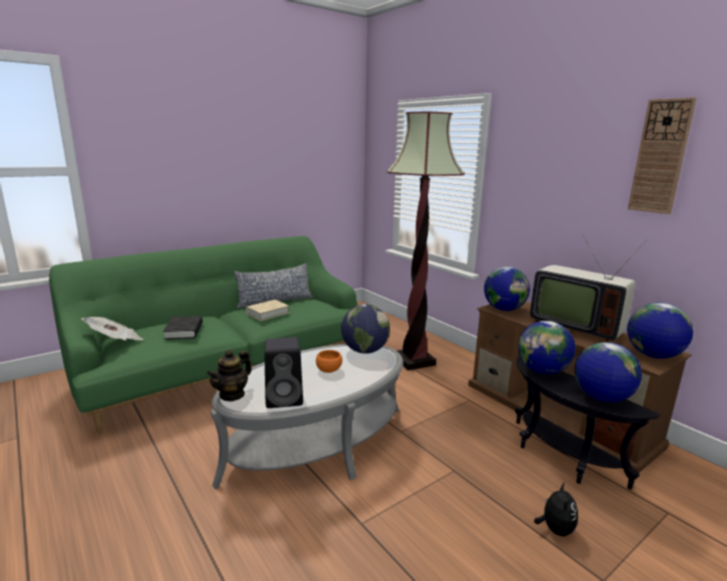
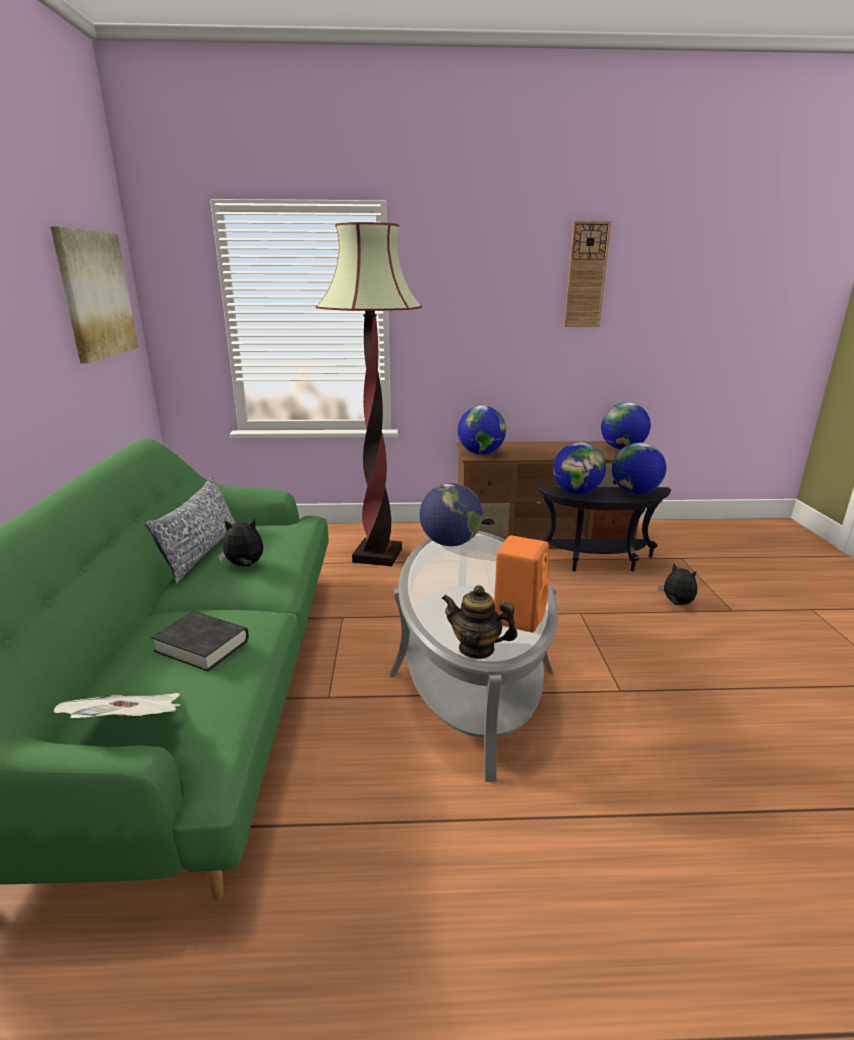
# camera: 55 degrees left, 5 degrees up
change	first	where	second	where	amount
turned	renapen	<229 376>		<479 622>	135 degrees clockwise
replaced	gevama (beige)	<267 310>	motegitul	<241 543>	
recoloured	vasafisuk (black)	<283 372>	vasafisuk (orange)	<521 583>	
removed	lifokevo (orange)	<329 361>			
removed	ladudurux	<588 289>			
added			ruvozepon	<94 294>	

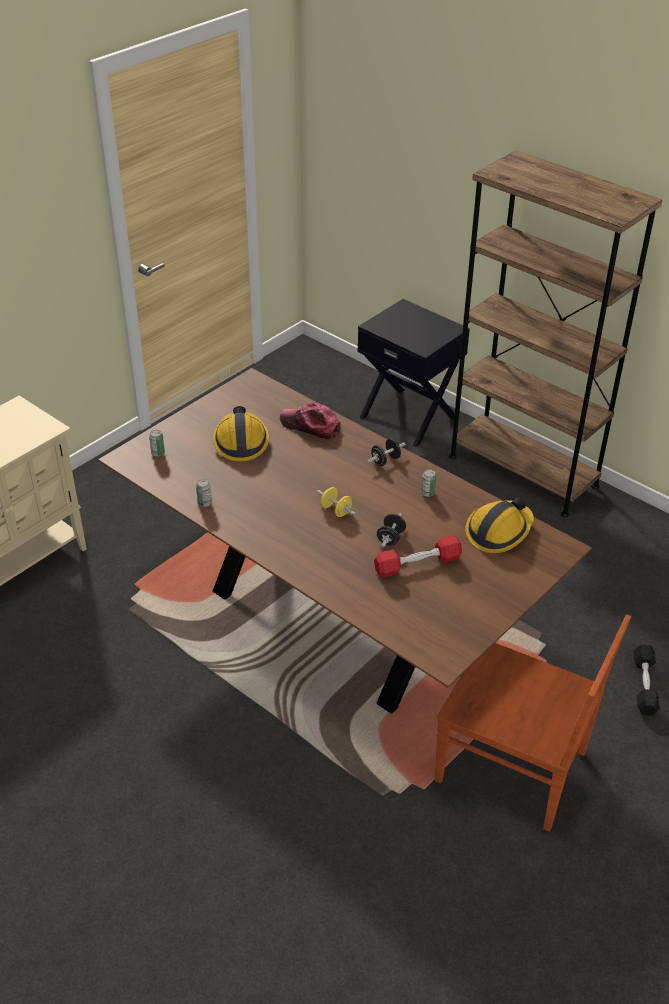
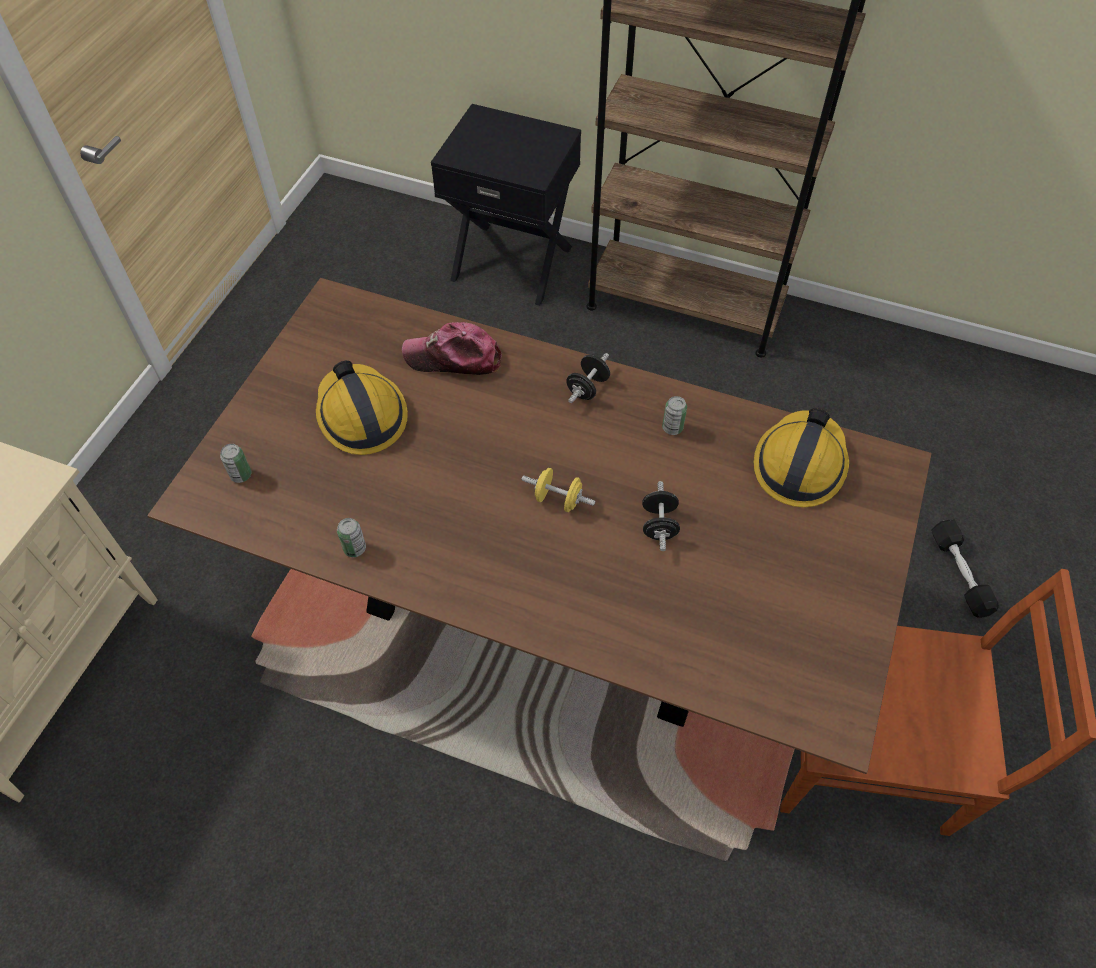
# camera: 20 degrees left, 15 degrees up
change	first	where	second	where	amount
removed	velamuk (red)	<418 556>			

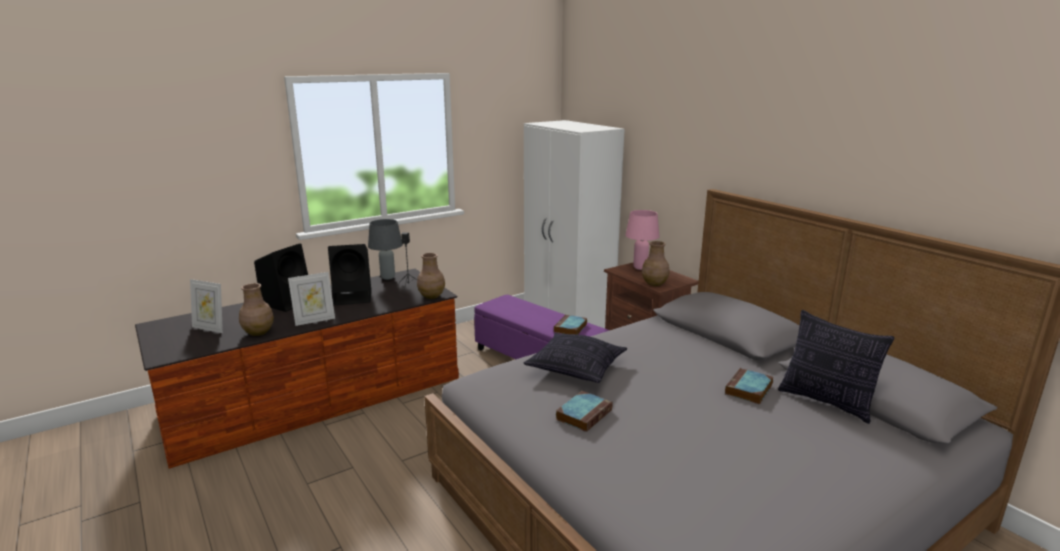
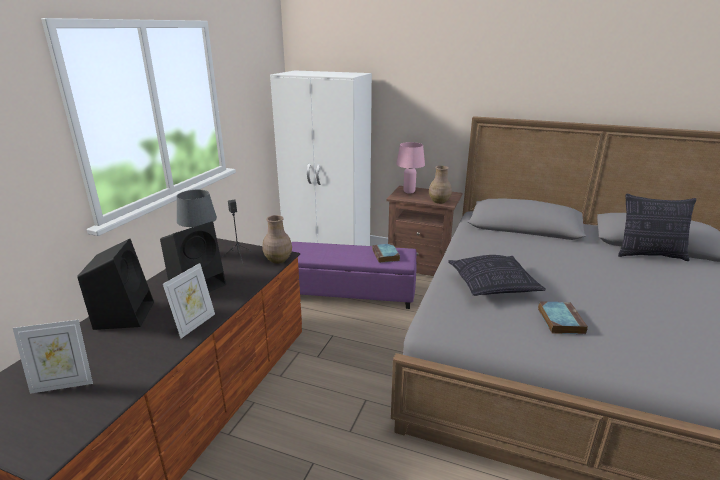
# camera: 35 degrees left, 5 degrees up
change	first	where	second	where	amount
removed	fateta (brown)	<256 309>			
removed	gevama	<749 386>			

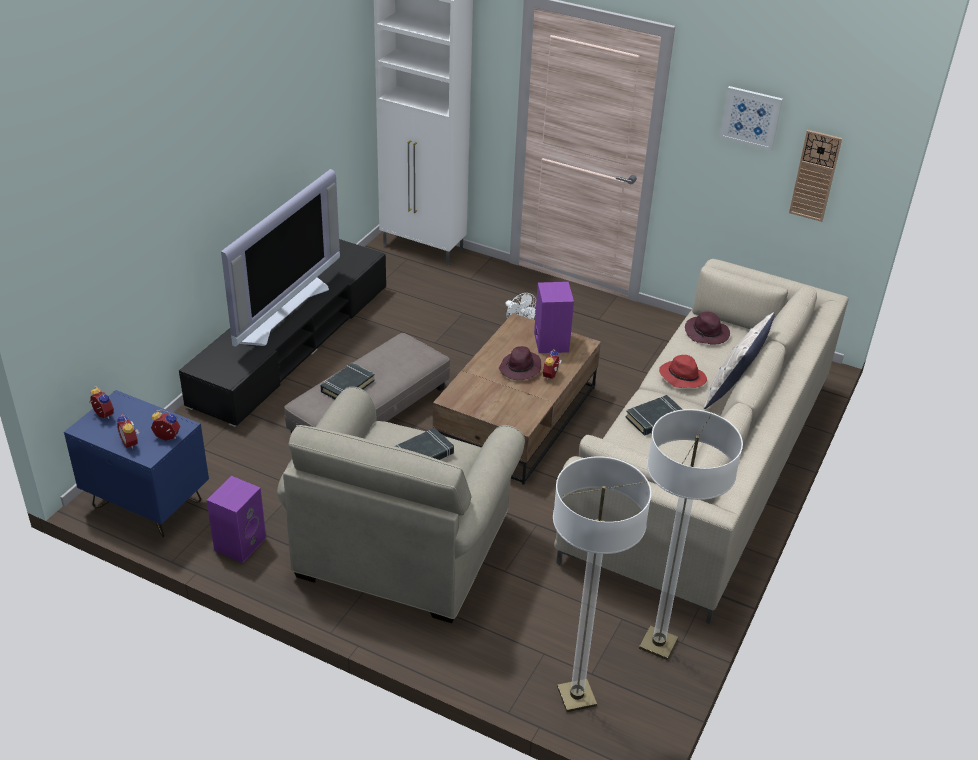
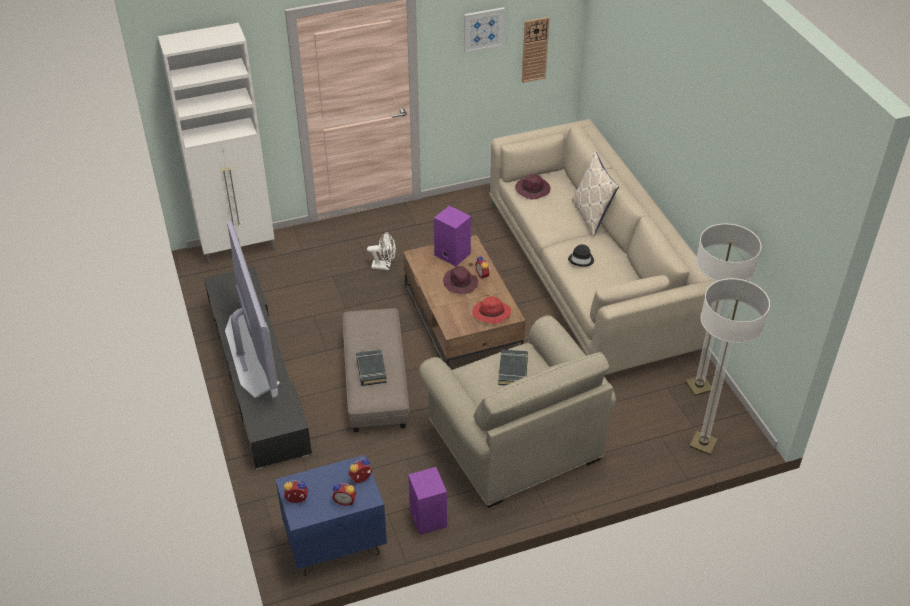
# camera: 45 degrees left, 5 degrees up
change	first	where	second	where	amount
replaced	gevama (black)	<654 415>	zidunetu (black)	<581 255>	
moved	zidunetu (red)	<683 371>		<491 310>	

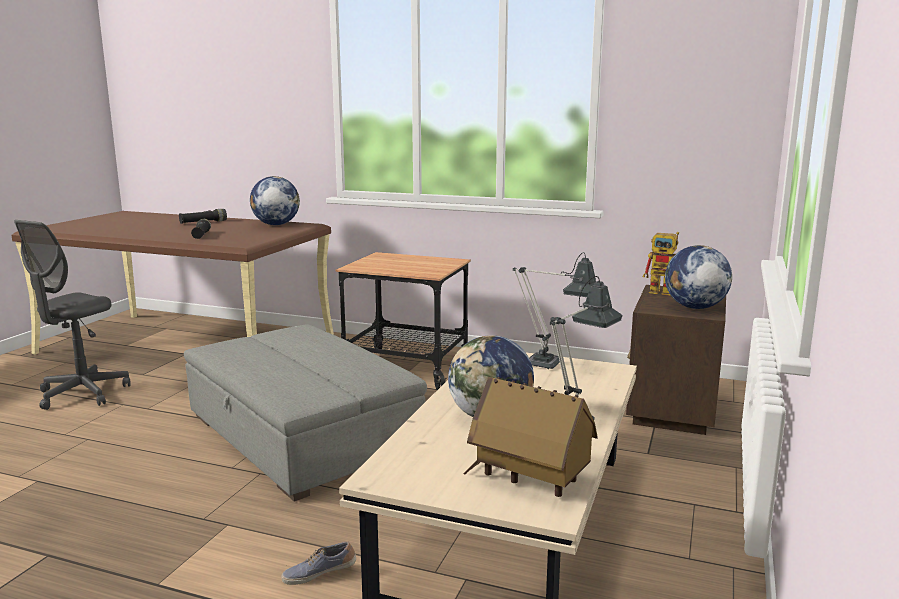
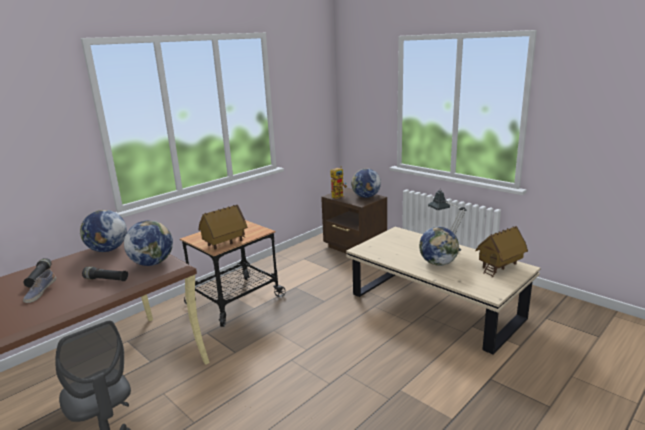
# camera: 65 degrees left, 5 degrees up
change	first	where	second	where	amount
removed	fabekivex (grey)	<305 412>			
moved	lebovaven	<318 563>		<39 286>	
removed	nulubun	<555 310>			
added			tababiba	<148 243>	
added			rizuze	<223 227>	

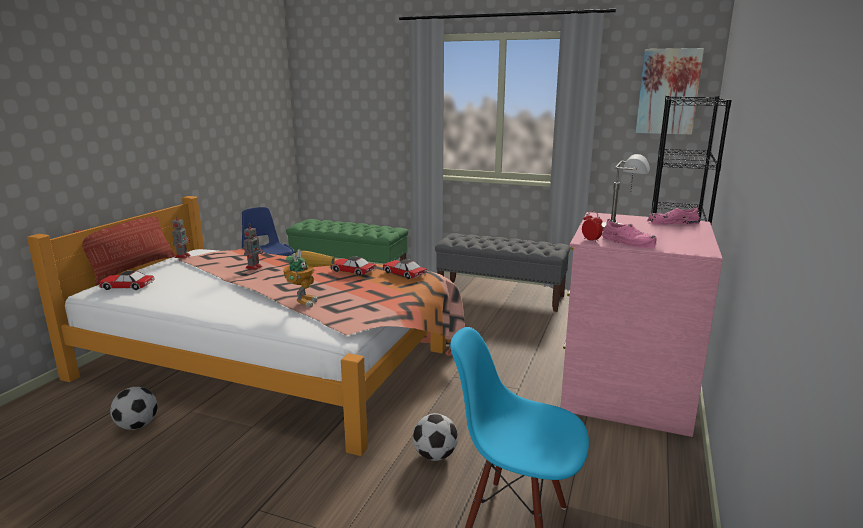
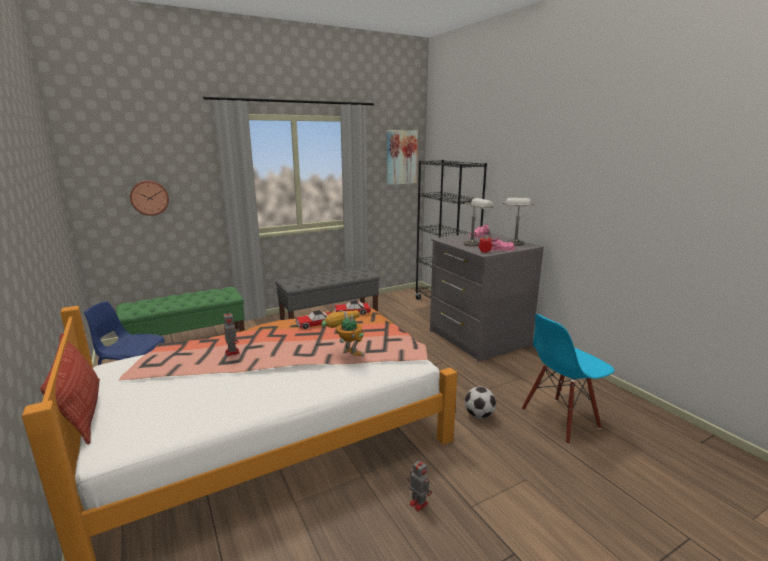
# camera: 50 degrees left, 0 degrees up
change	first	where	second	where	amount
removed	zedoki	<126 280>			
removed	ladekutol	<134 408>			
moved	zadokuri	<181 236>		<419 485>	
recoloured	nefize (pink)	<641 324>	nefize (grey)	<487 297>	
added			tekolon	<149 198>	
added			nulubun (grey)	<518 222>	

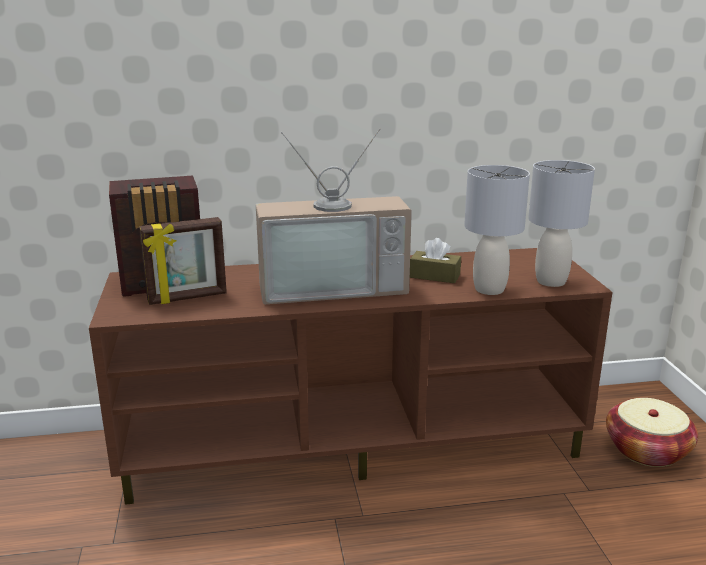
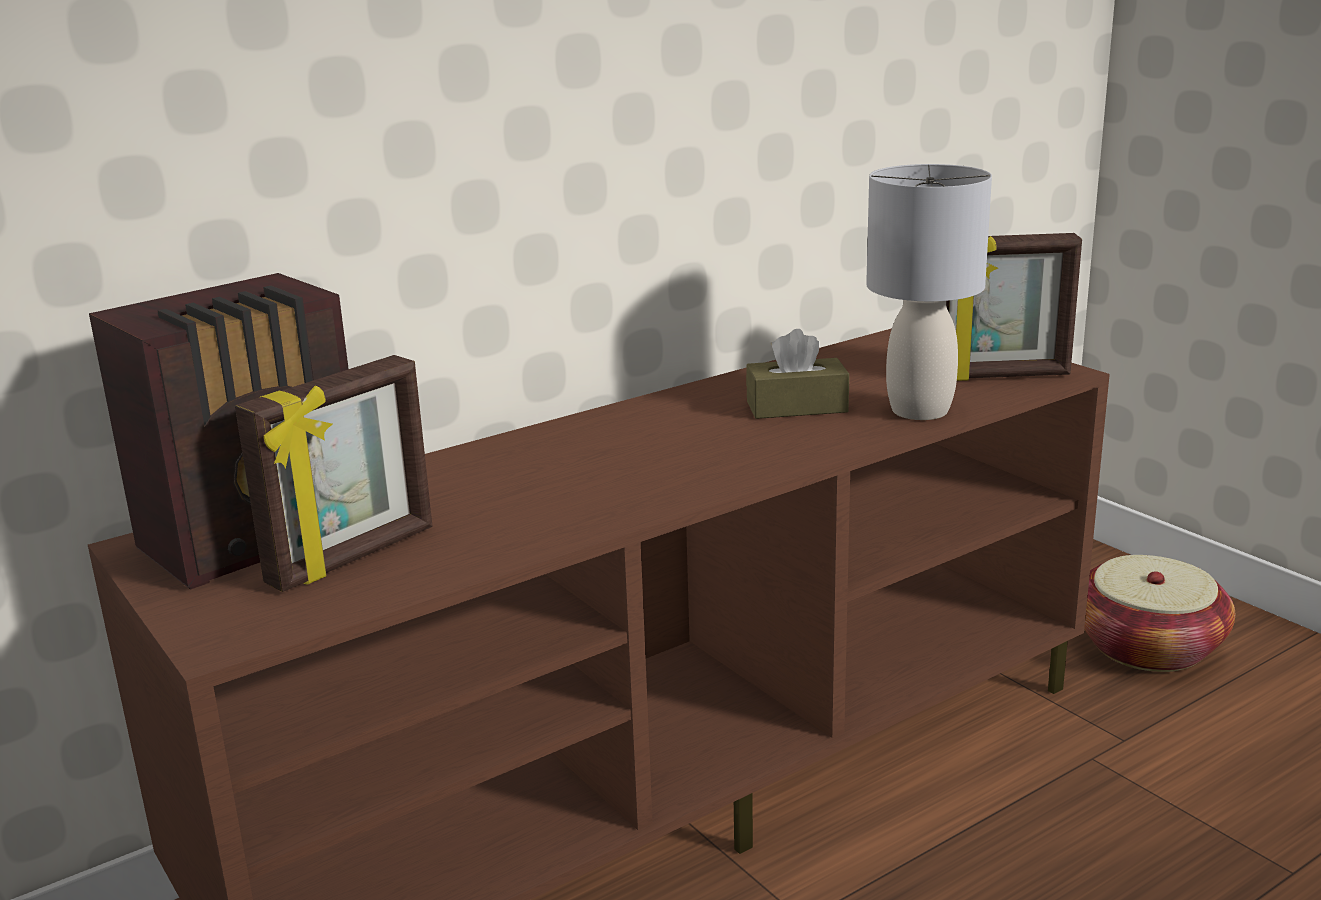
# camera: 25 degrees left, 0 degrees up
change	first	where	second	where	amount
removed	ladudurux	<334 216>			
replaced	nulubun (grey)	<561 223>	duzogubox	<1014 307>	

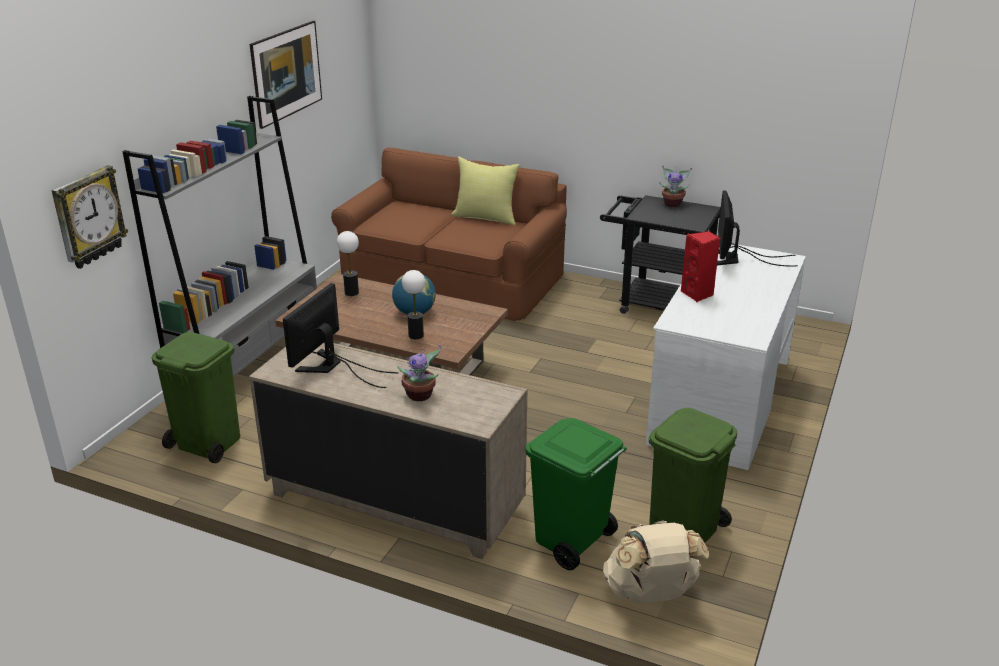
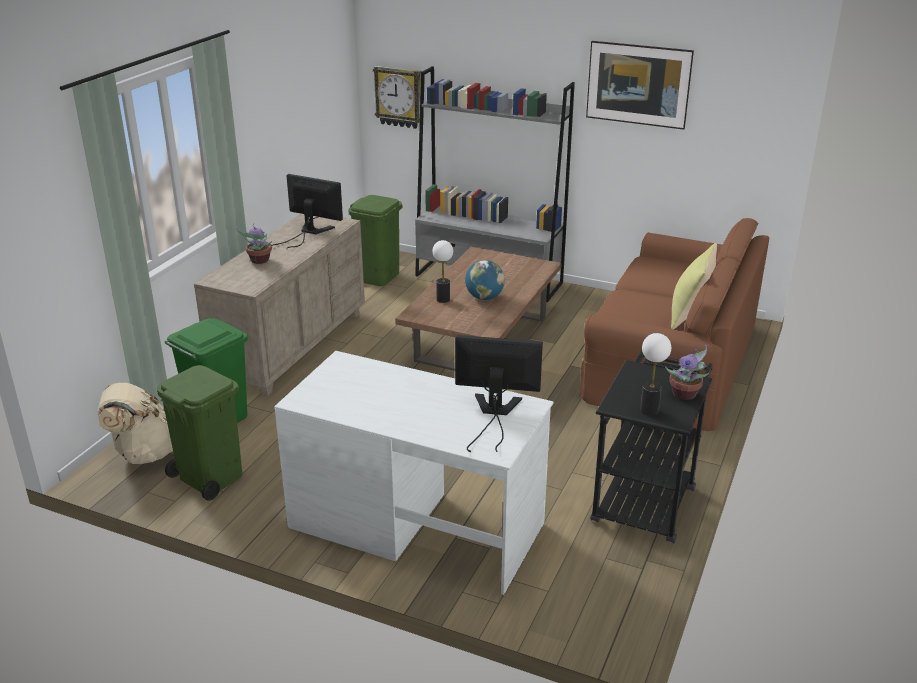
# camera: 90 degrees right, 0 degrees up
change	first	where	second	where	amount
moved	nulubun	<348 263>		<655 374>	
removed	vasafisuk (red)	<700 266>			

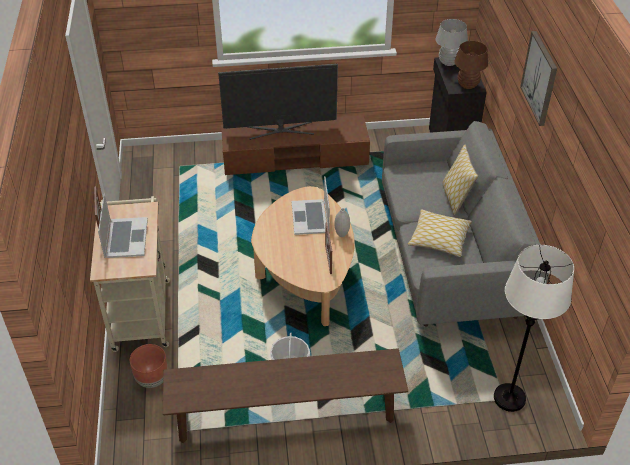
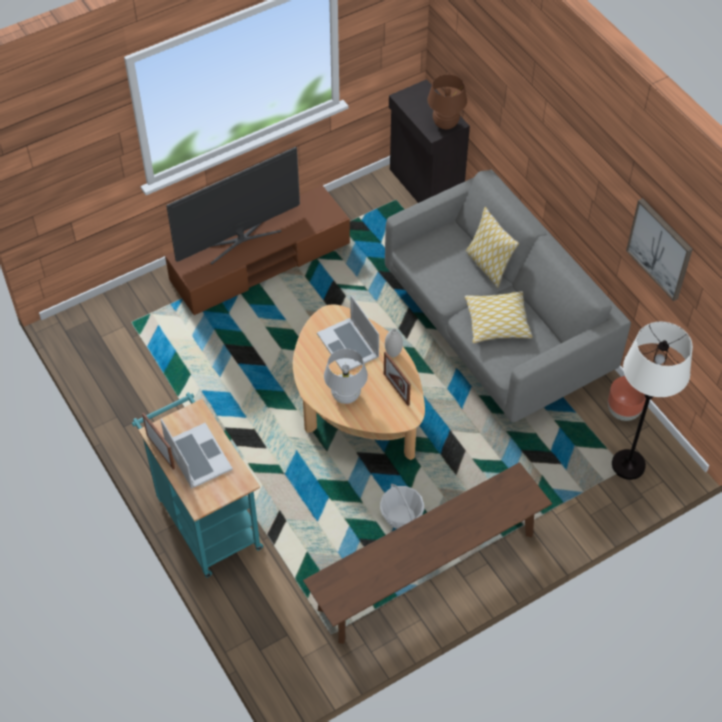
# camera: 25 degrees left, 10 degrees up
change	first	where	second	where	amount
recoloured	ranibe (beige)	<130 274>	ranibe (turquoise)	<197 485>	
moved	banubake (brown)	<149 366>		<627 398>	
moved	nulubun (white)	<451 42>		<346 376>	
moved	ruvozepon	<538 78>		<659 249>	

